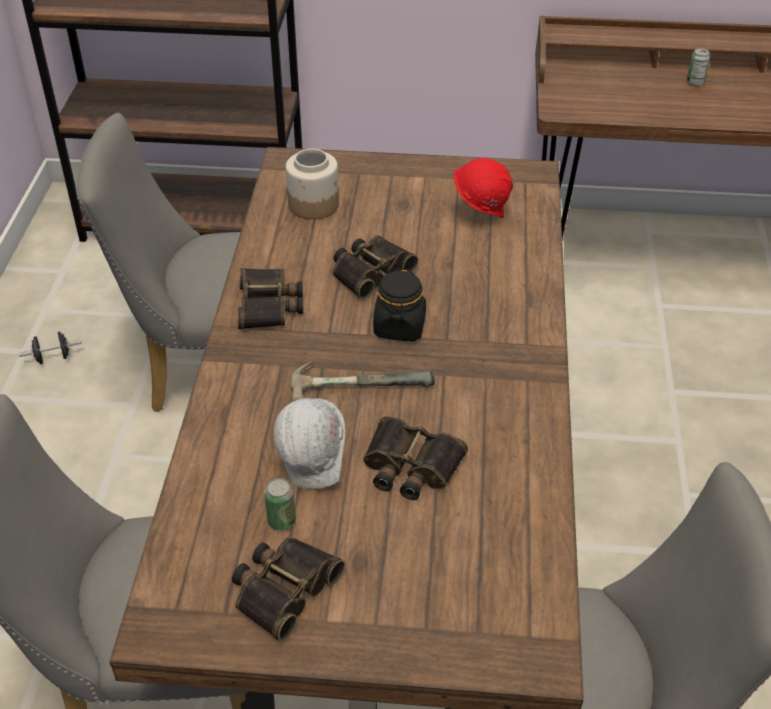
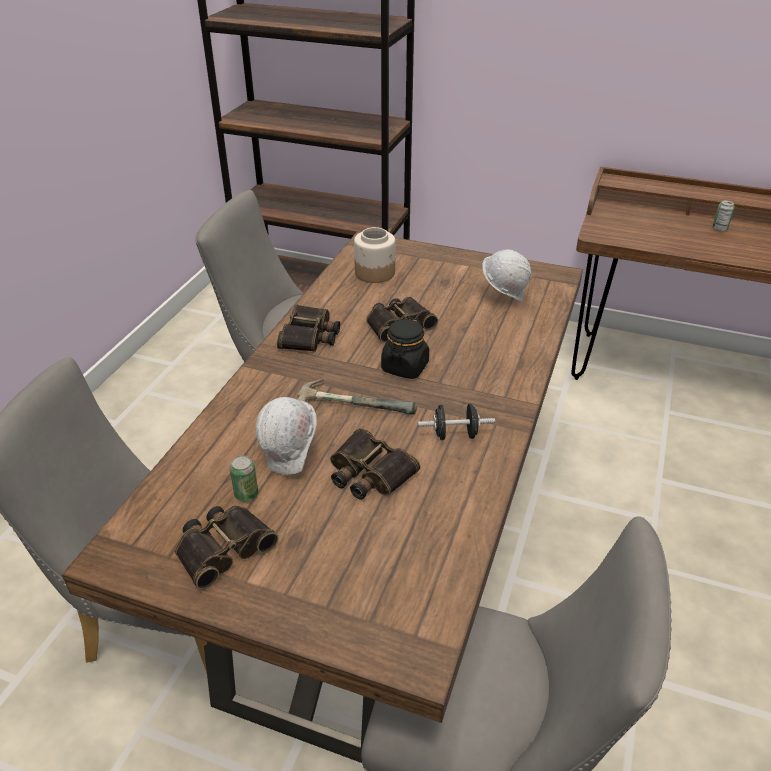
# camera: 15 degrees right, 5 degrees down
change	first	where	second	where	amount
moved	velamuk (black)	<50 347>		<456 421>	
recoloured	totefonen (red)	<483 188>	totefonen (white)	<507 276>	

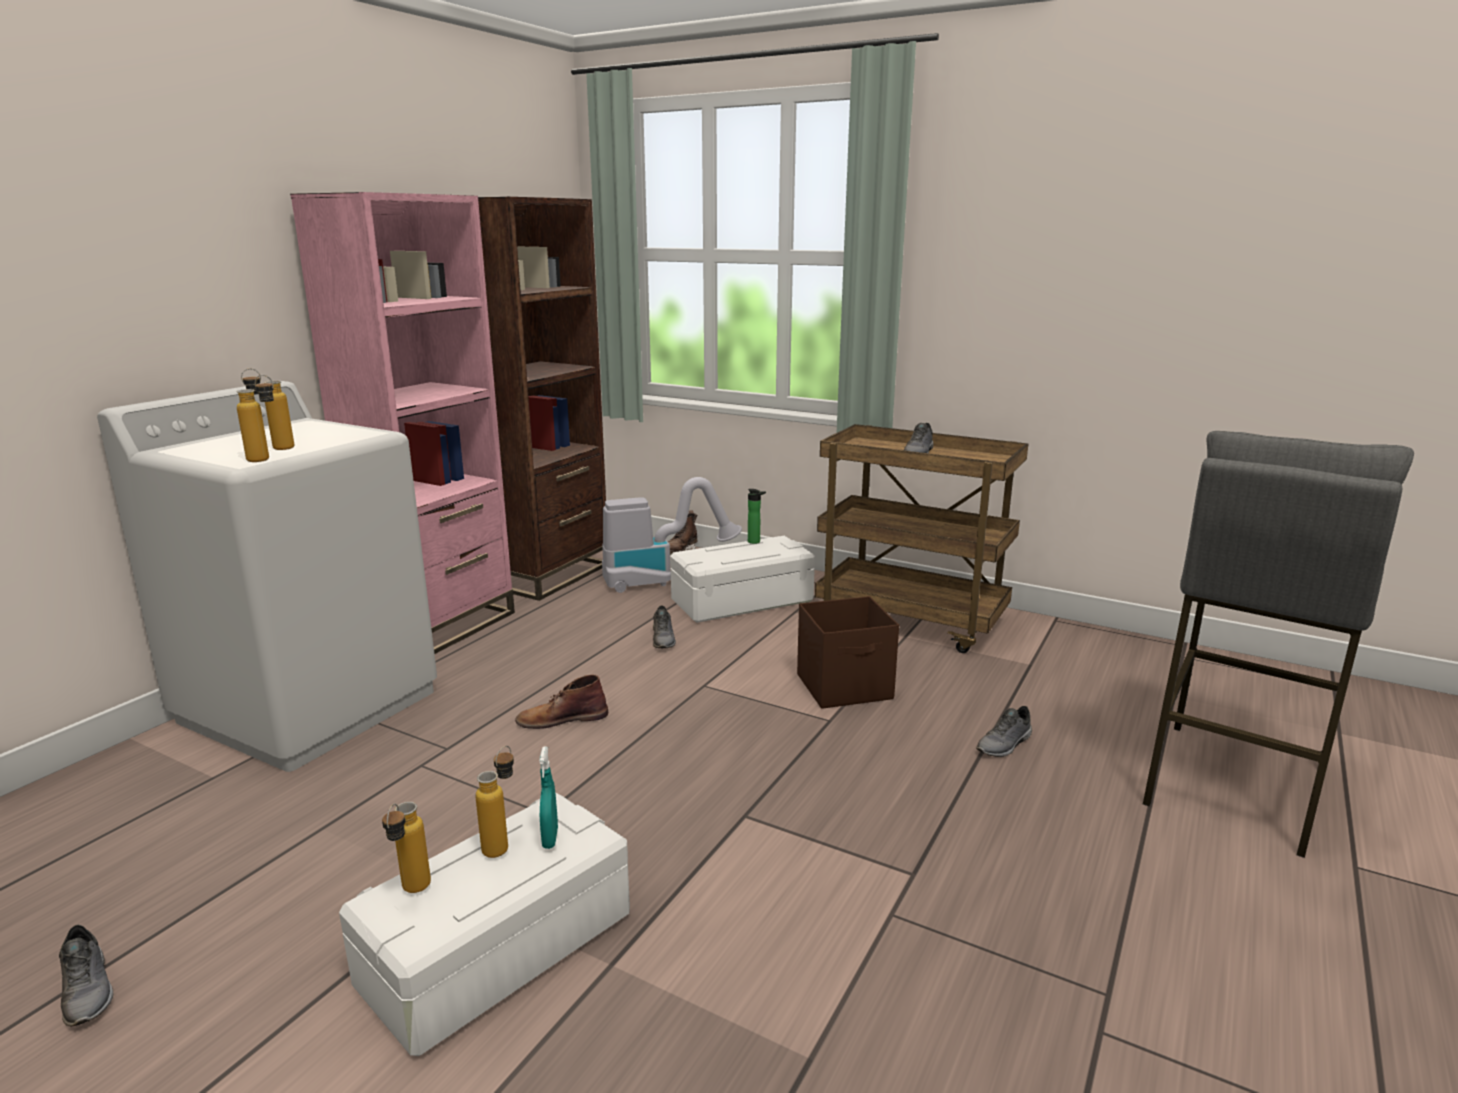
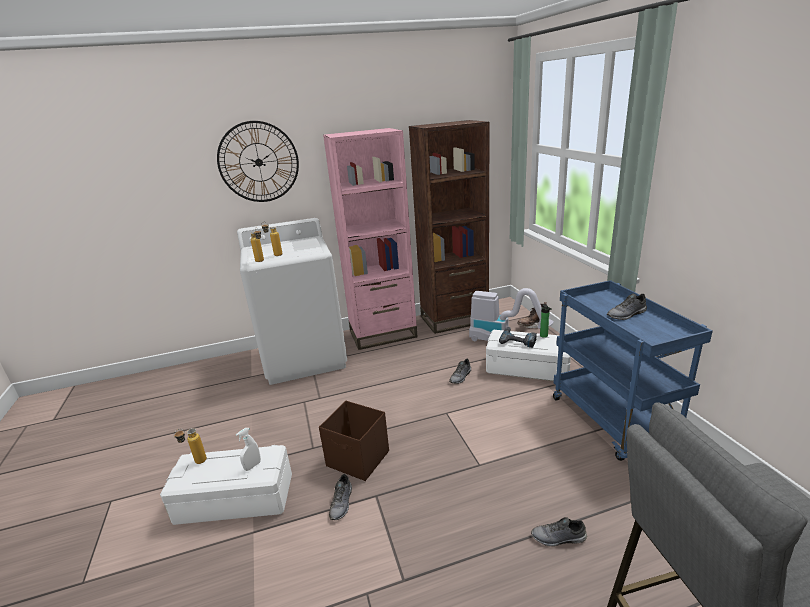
# camera: 45 degrees right, 5 degrees up
change	first	where	second	where	amount
moved	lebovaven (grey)	<86 975>		<340 497>	
removed	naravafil	<495 802>			
removed	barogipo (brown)	<561 702>			
recoloured	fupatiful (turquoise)	<548 797>	fupatiful (white)	<248 449>	
moved	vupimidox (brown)	<848 652>		<354 441>	
recoloured	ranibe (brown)	<921 538>	ranibe (blue)	<633 370>	
added			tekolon	<258 161>	
added			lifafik	<518 337>	

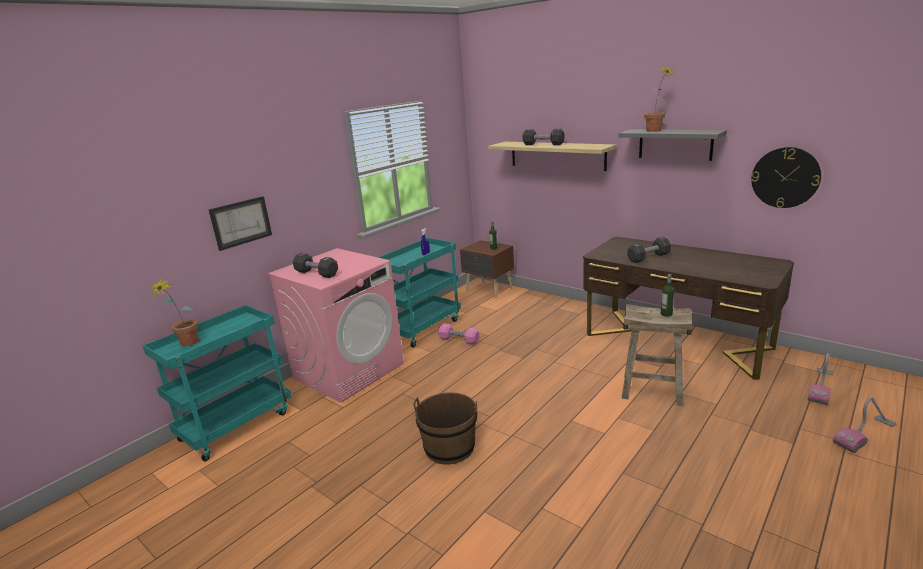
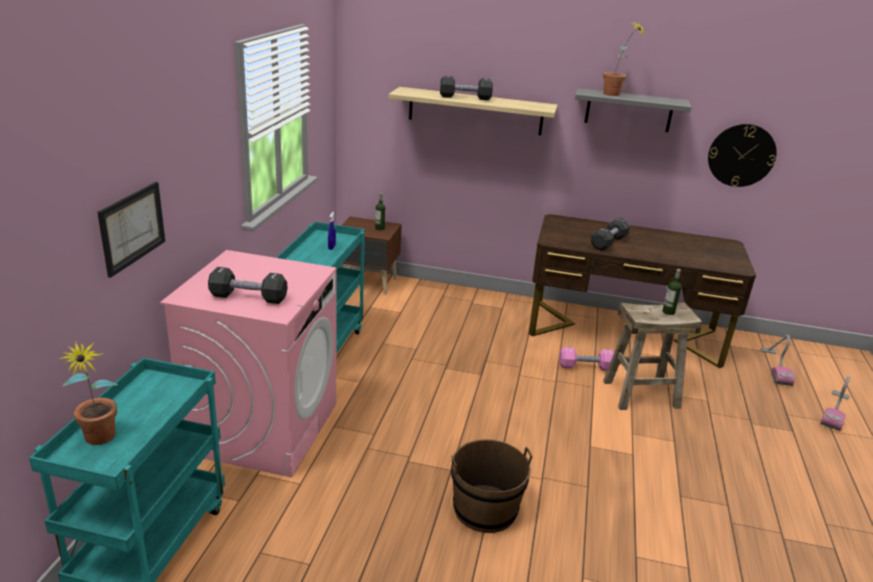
# camera: 30 degrees left, 5 degrees up
change	first	where	second	where	amount
moved	velamuk (pink)	<458 334>		<586 359>	

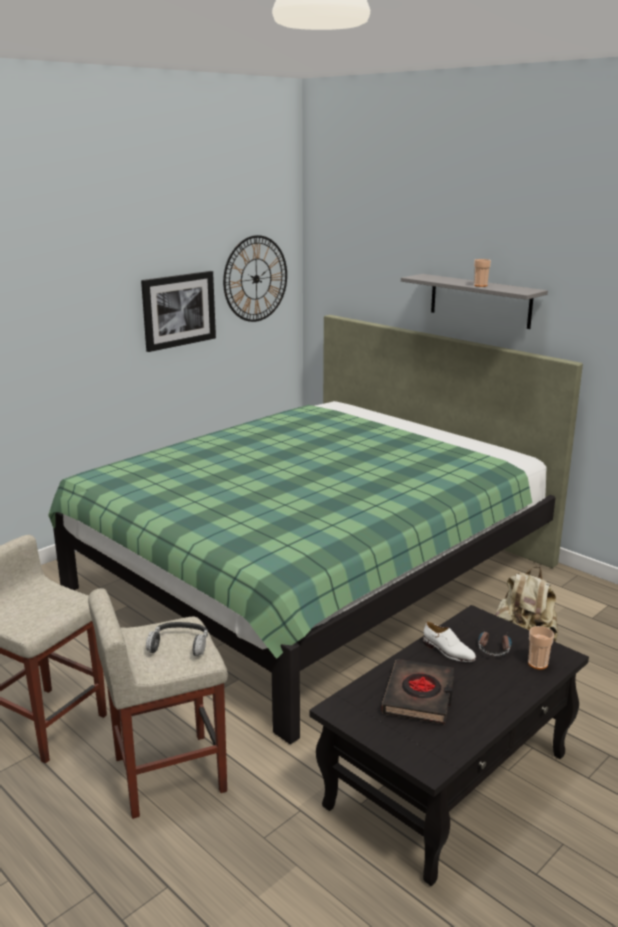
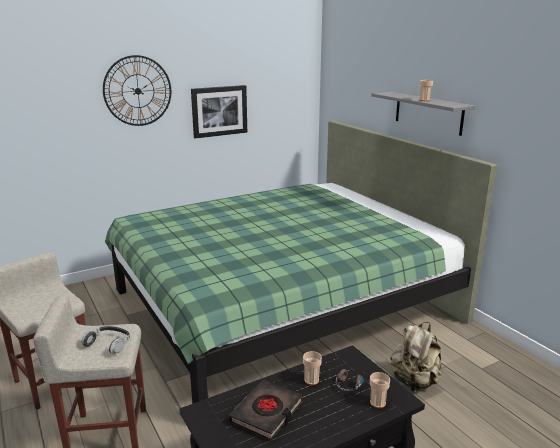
# camera: 15 degrees right, 0 degrees up
change	first	where	second	where	amount
moved	tekolon	<255 278>		<137 90>	
replaced	lebovaven (white)	<449 642>	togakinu	<312 368>	

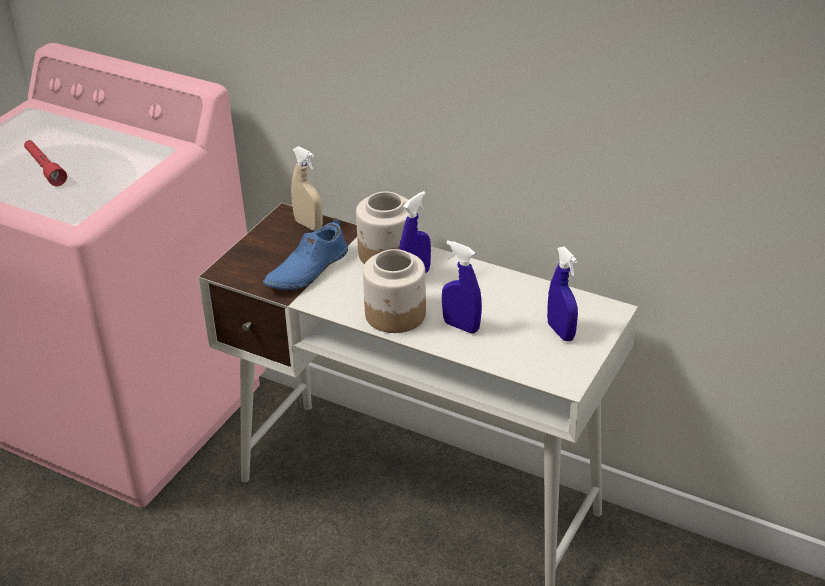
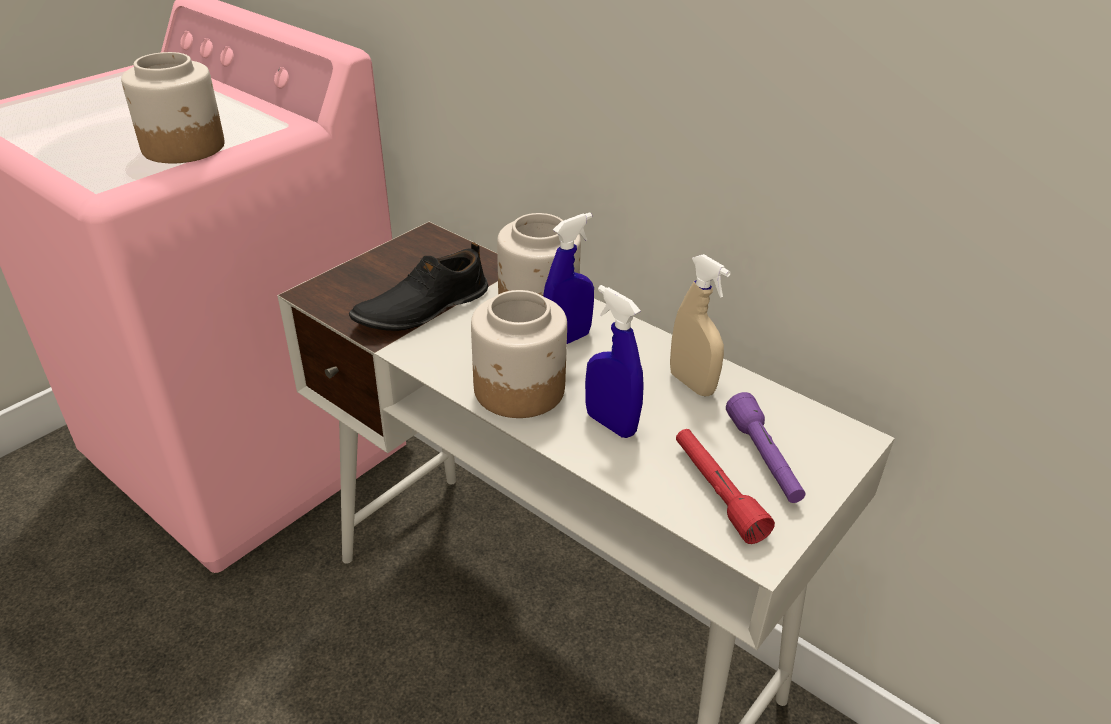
# camera: 10 degrees right, 0 degrees up
change	first	where	second	where	amount
moved	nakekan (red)	<45 163>		<725 486>	
recoloured	lebovaven (blue)	<305 254>	lebovaven (black)	<418 286>	
moved	fupatiful (beige)	<307 188>		<700 325>	
replaced	fupatiful (blue)	<562 293>	nakekan (purple)	<766 447>	
added			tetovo	<173 107>	

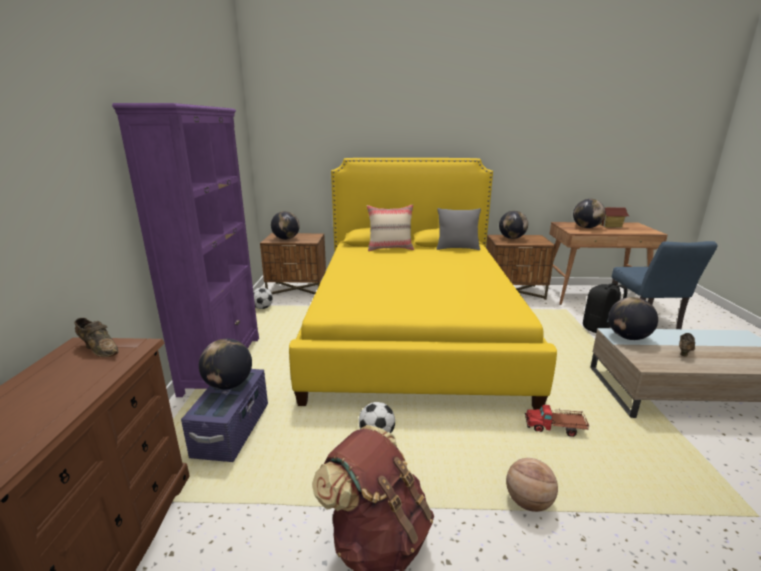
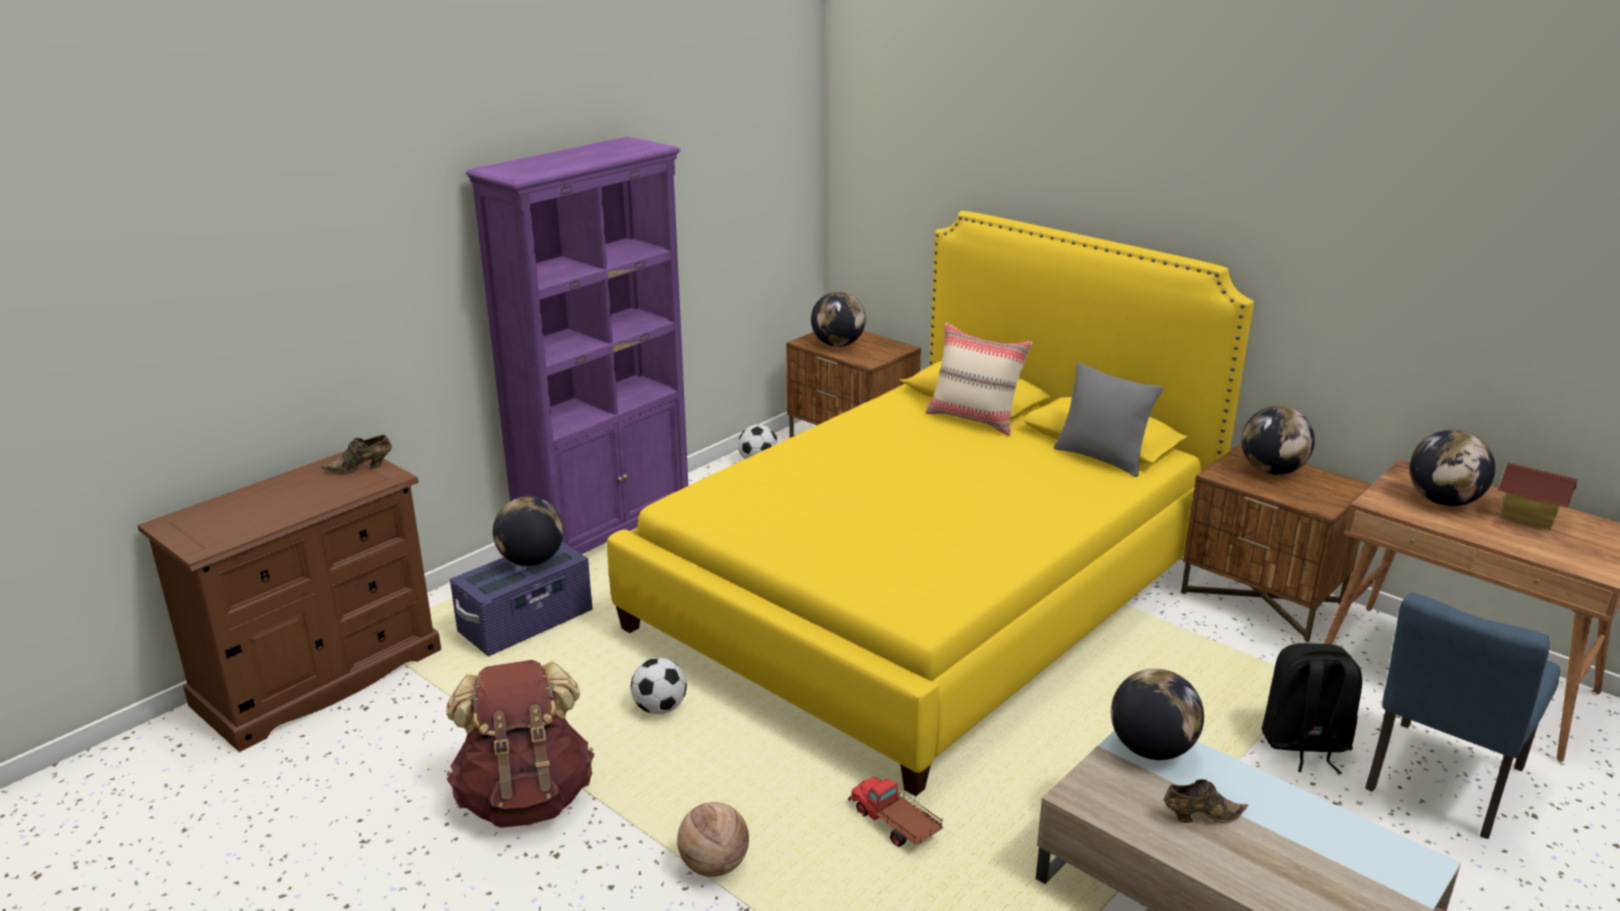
# camera: 40 degrees right, 5 degrees up
change	first	where	second	where	amount
turned	lebovaven (brown)	<96 337>		<356 454>	90 degrees clockwise

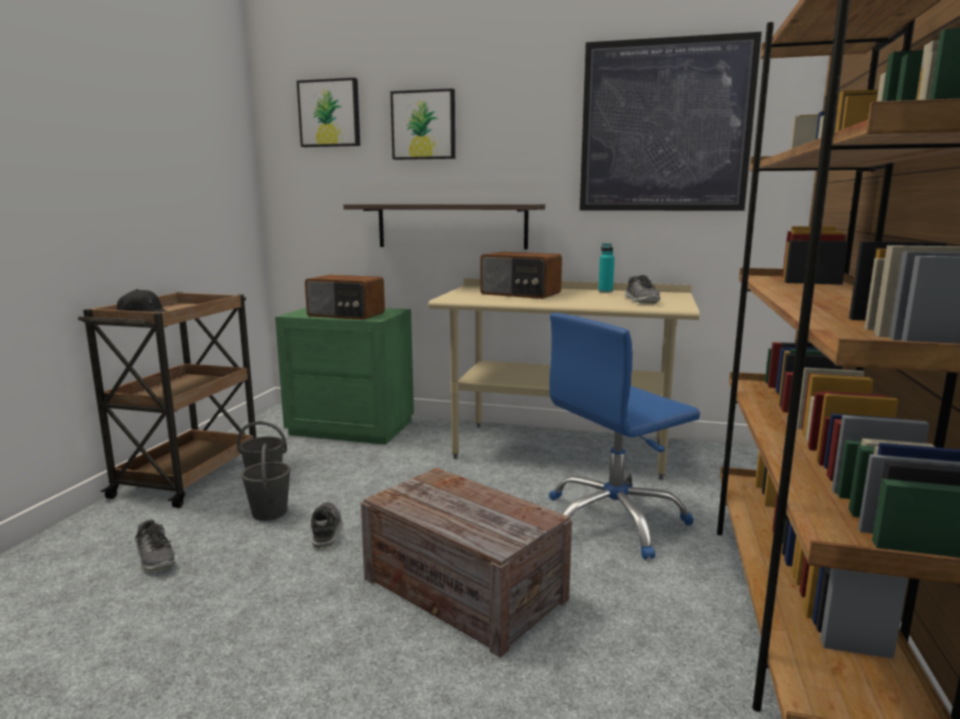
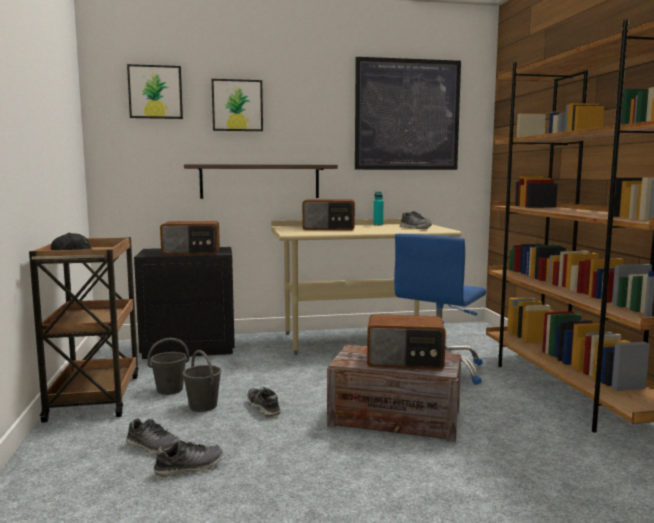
# camera: 25 degrees left, 5 degrees down
change	first	where	second	where	amount
recoloured	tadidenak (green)	<344 376>	tadidenak (black)	<184 303>	
added			lebovaven	<188 459>	
added			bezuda	<406 342>	

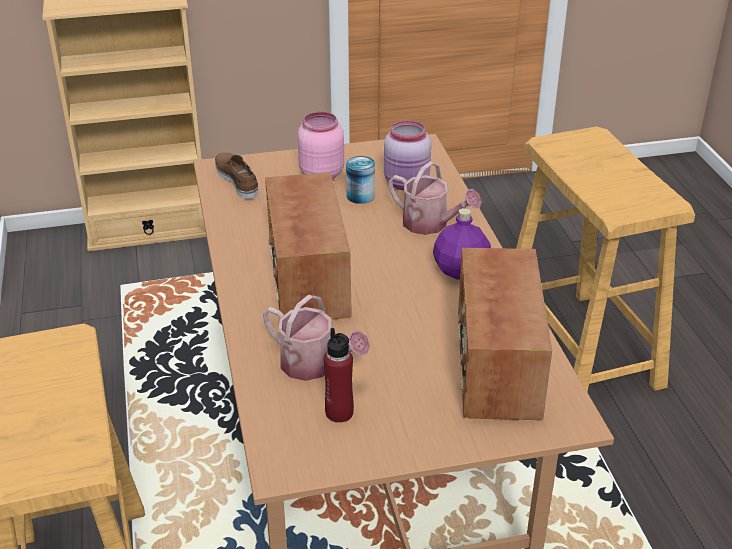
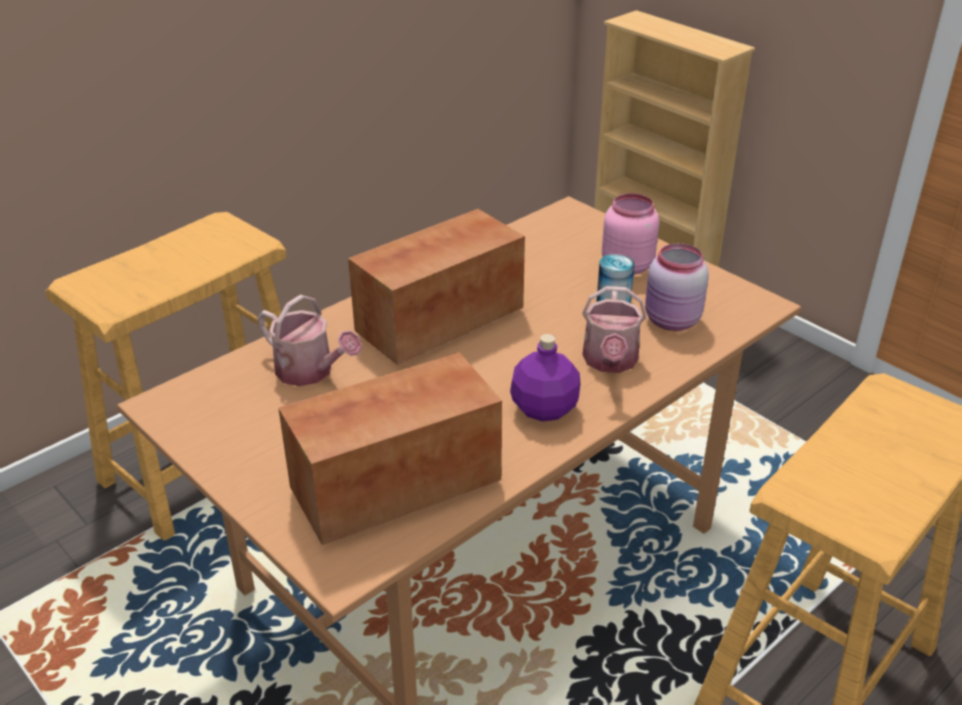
# camera: 60 degrees right, 0 degrees up
change	first	where	second	where	amount
removed	lebovaven (brown)	<236 175>			
turned	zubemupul	<316 338>		<310 340>	60 degrees counterclockwise
removed	naravafil (red)	<339 375>			

